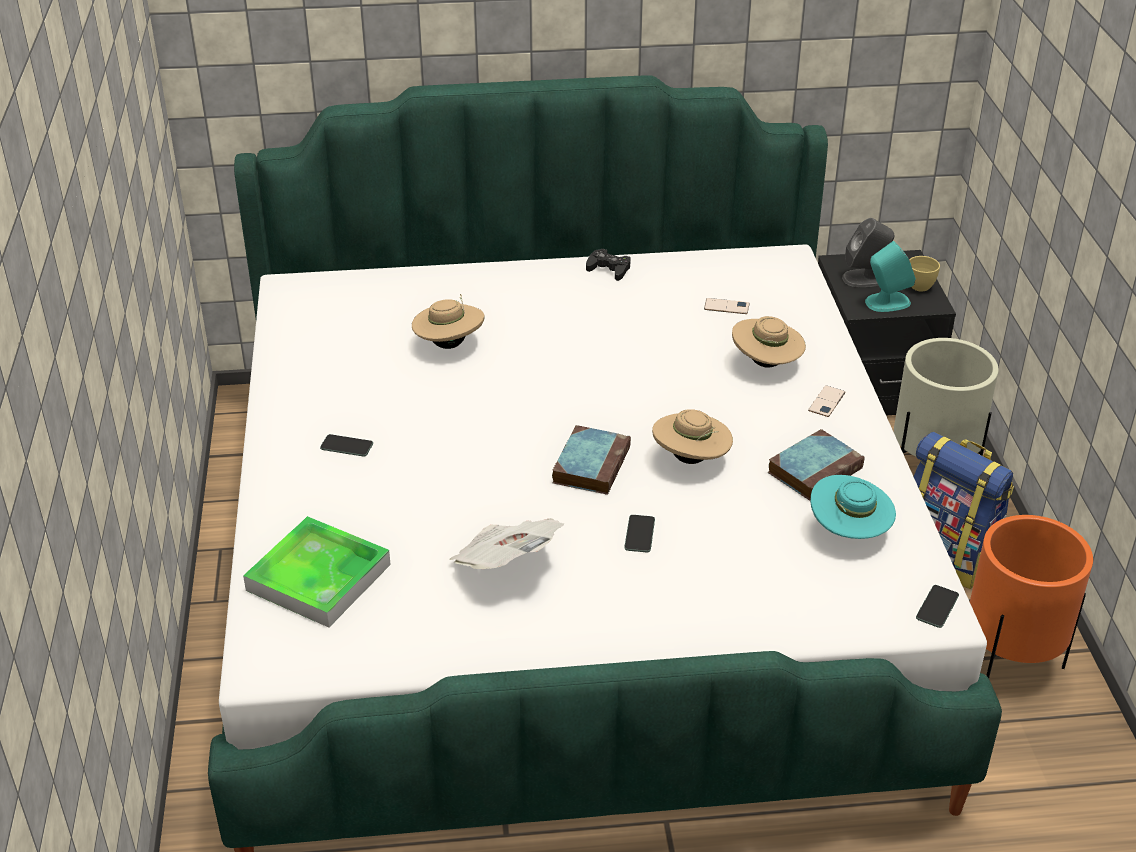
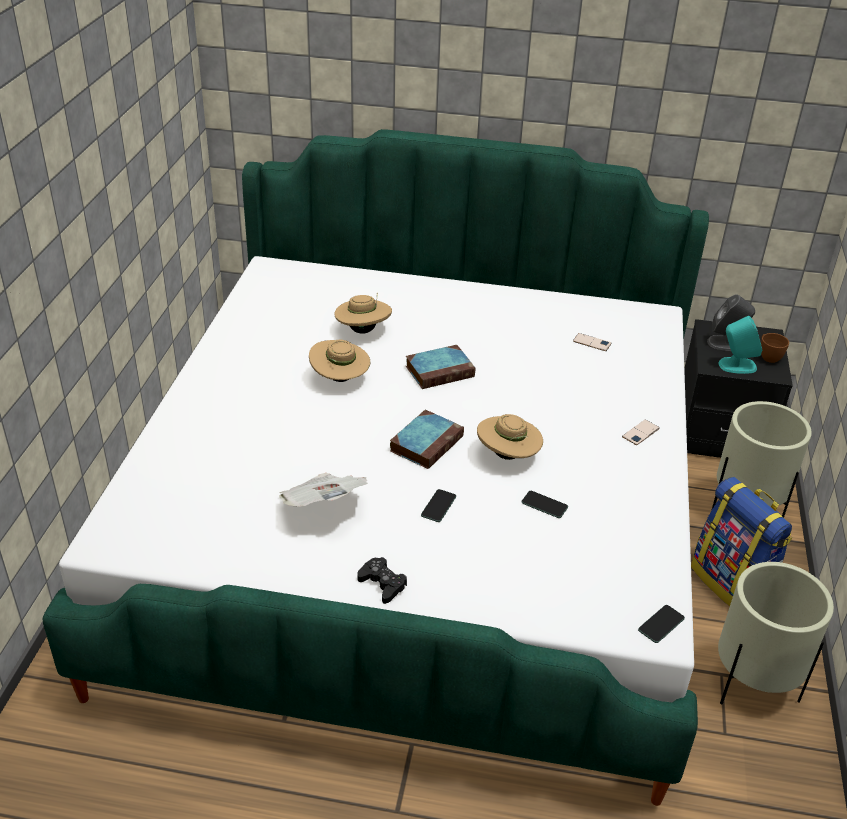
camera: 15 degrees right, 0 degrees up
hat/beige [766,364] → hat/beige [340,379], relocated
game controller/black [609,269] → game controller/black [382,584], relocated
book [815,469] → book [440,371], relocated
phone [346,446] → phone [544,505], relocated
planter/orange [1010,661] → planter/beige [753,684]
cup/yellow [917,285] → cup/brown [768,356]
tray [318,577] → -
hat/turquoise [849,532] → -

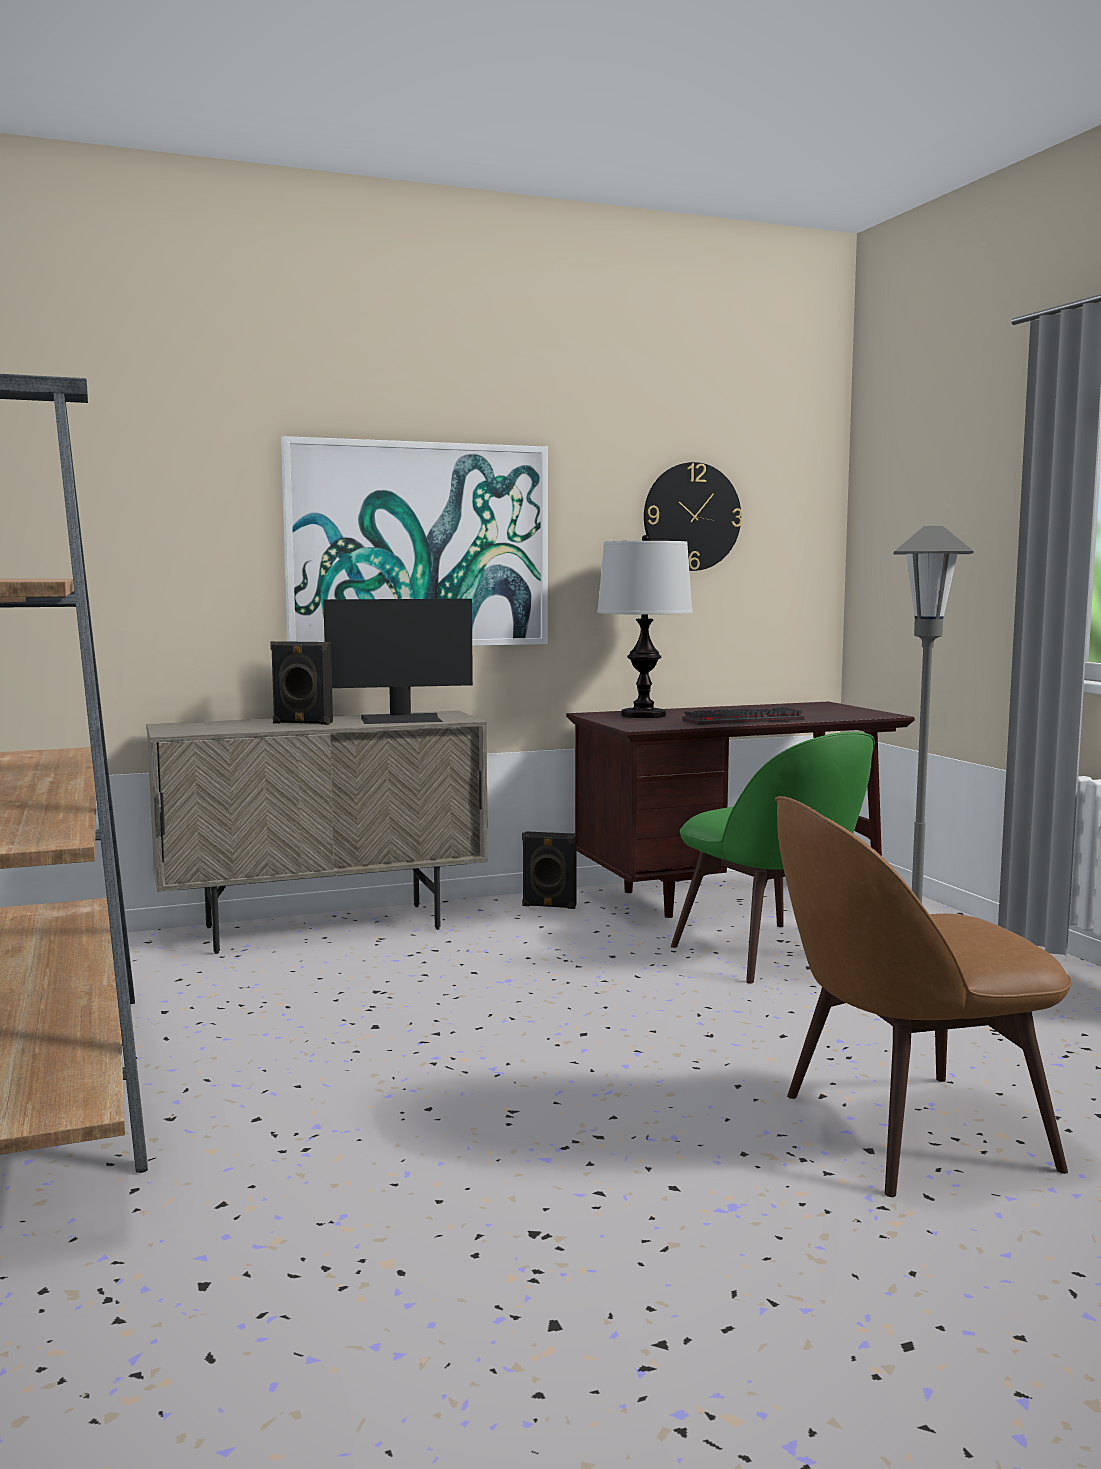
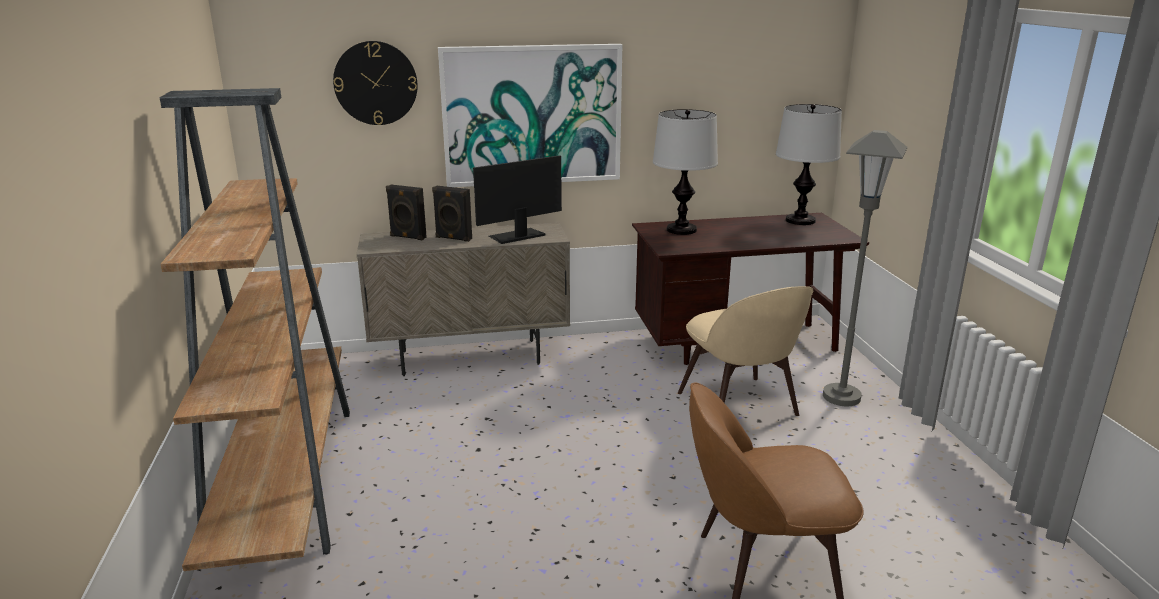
camera: 10 degrees right, 15 degrees up
wall clock [691,516] → wall clock [375,83], relocated
speaker/black [549,906] → speaker/black [407,237], relocated
monitor [402,719] → monitor [517,236], 150 degrees clockwise
chair/green [772,954] → chair/beige [739,406]
- → table lamp [800,220]
keyboard [744,720] → -

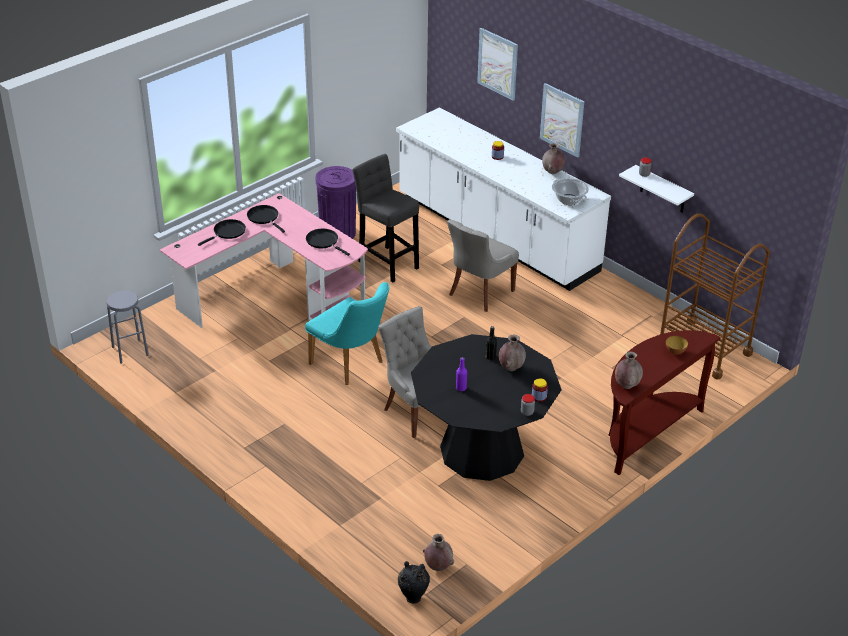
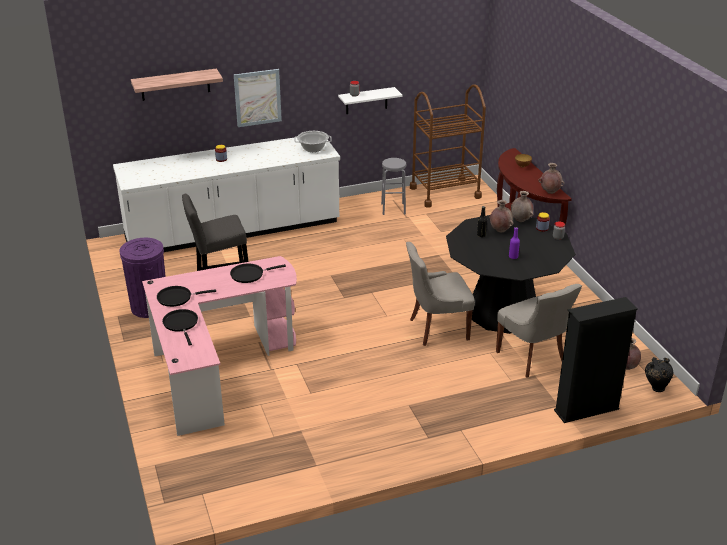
camera: 65 degrees left, 5 degrees down
picture [498,63] → shelf [175,84]
stool/grey [130,351] → stool/grey [393,209], relocated
chair/grey [479,293] → chair/grey [532,358], relocated
vase/brown [552,172] → vase/brown [521,220], relocated
- → bookcase/black [586,410]
chair/turquoise [351,365] → -

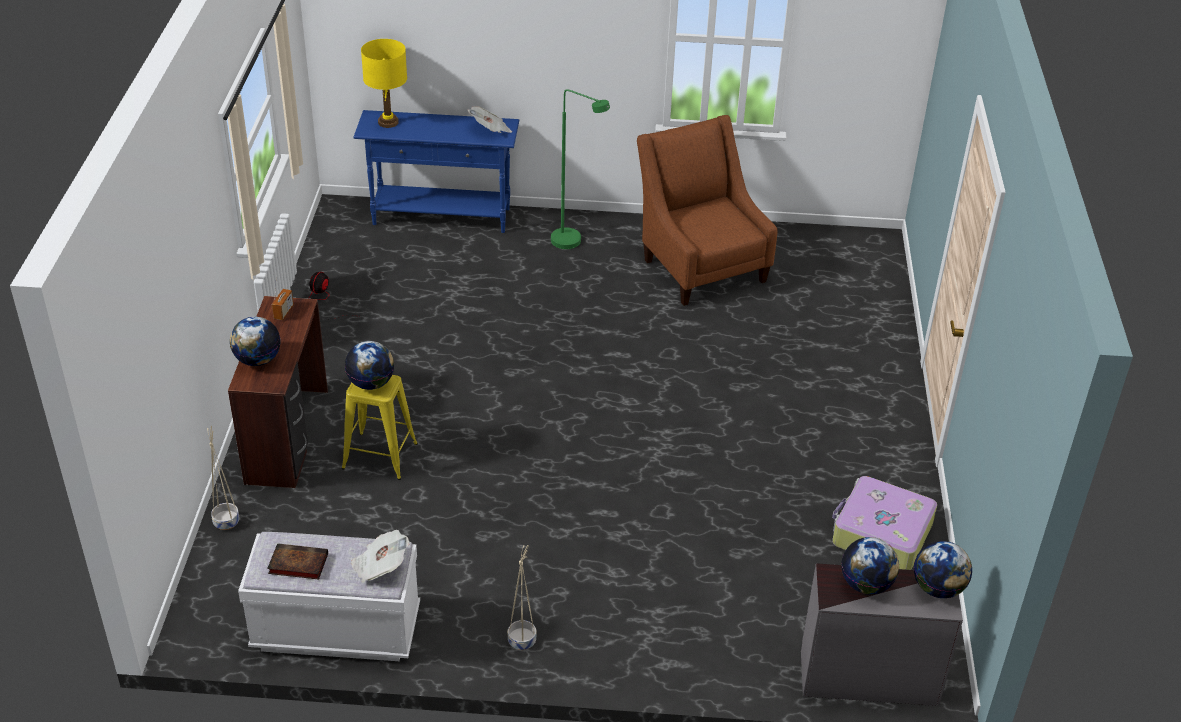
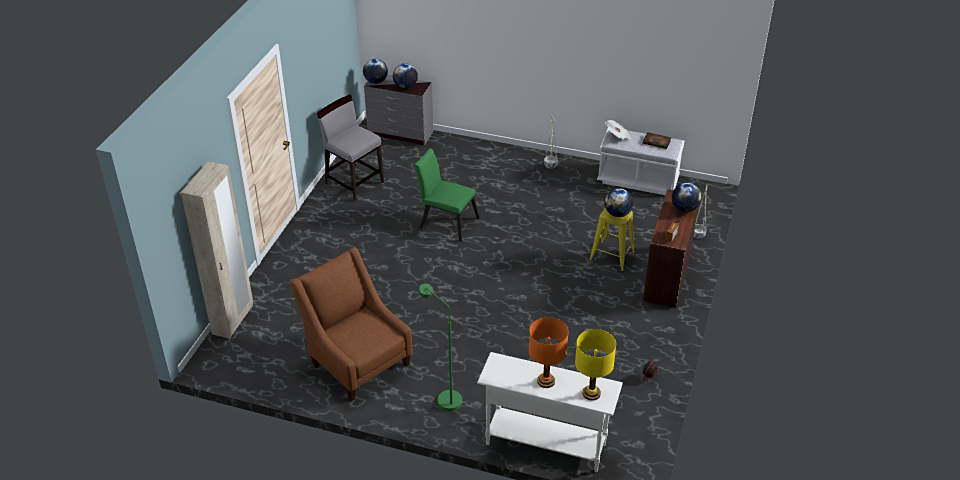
camera: 165 degrees left, 0 degrees up
- → wardrobe/beige [233,320]
armchair/brown [700,265] → armchair/brown [357,361], 150 degrees clockwise
suitcase [880,534] → chair/grey [354,182]
- → chair/green [446,221]
console table/blue [442,217] → console table/white [545,444]
- → table lamp/orange [546,381]
newspaper [490,130] → -

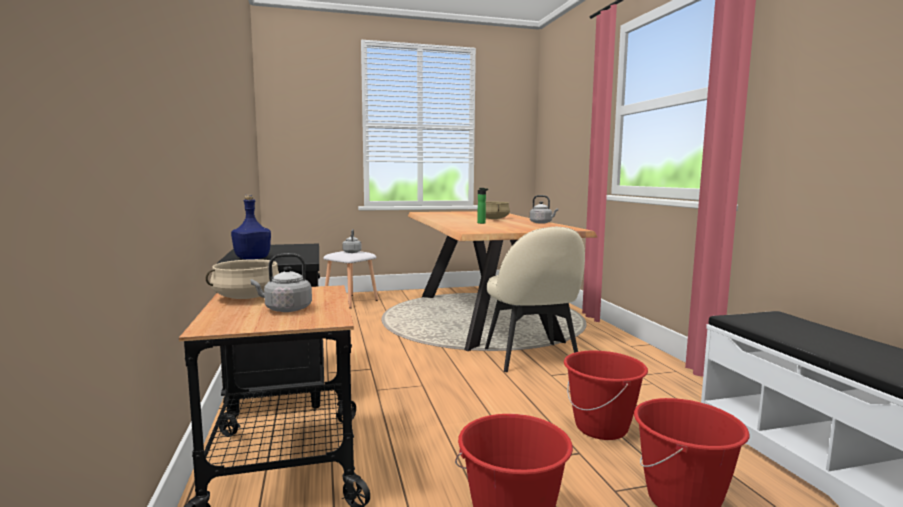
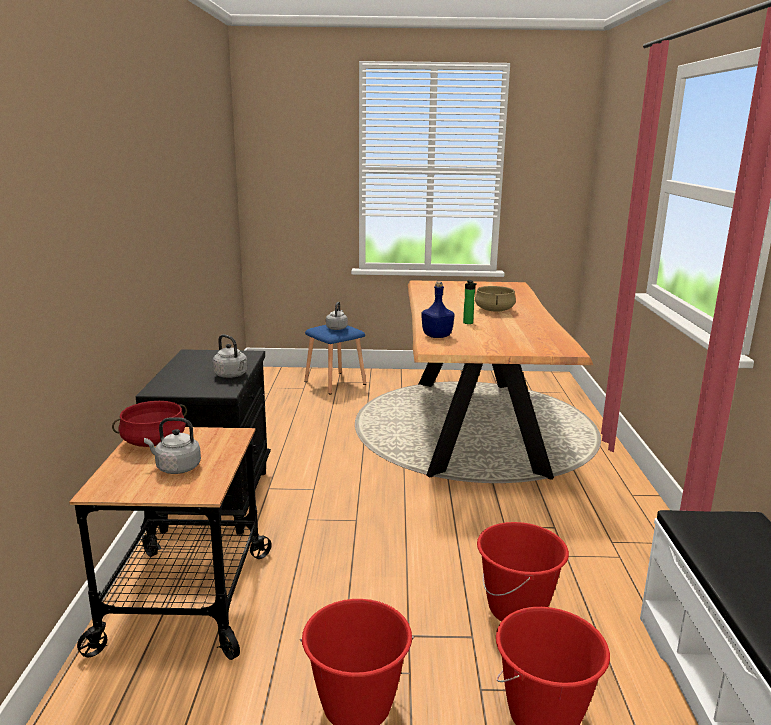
camera: 15 degrees right, 10 degrees up
cooking pot/beige [247,297] → cooking pot/red [154,441]
kettle/grey [542,223] → kettle/grey [232,375], relocated
stool/white [351,301] → stool/blue [335,382]
bottle/blue [252,258] → bottle/blue [436,336], relocated
chair/beige [531,358] → -

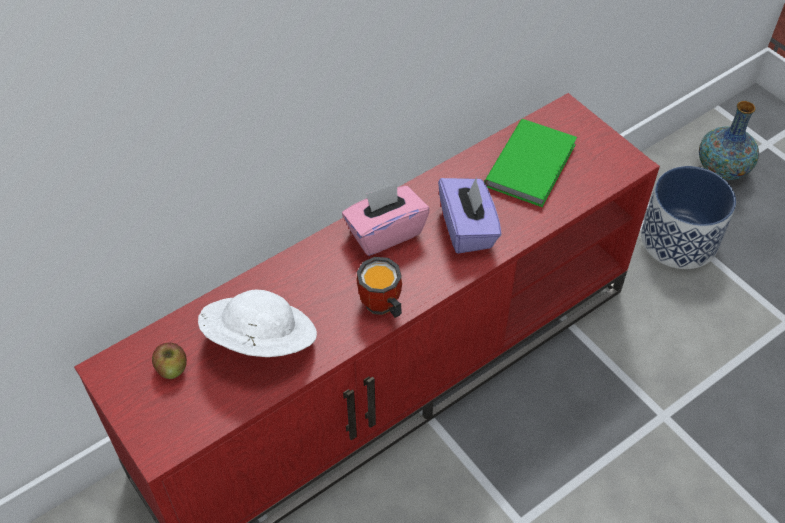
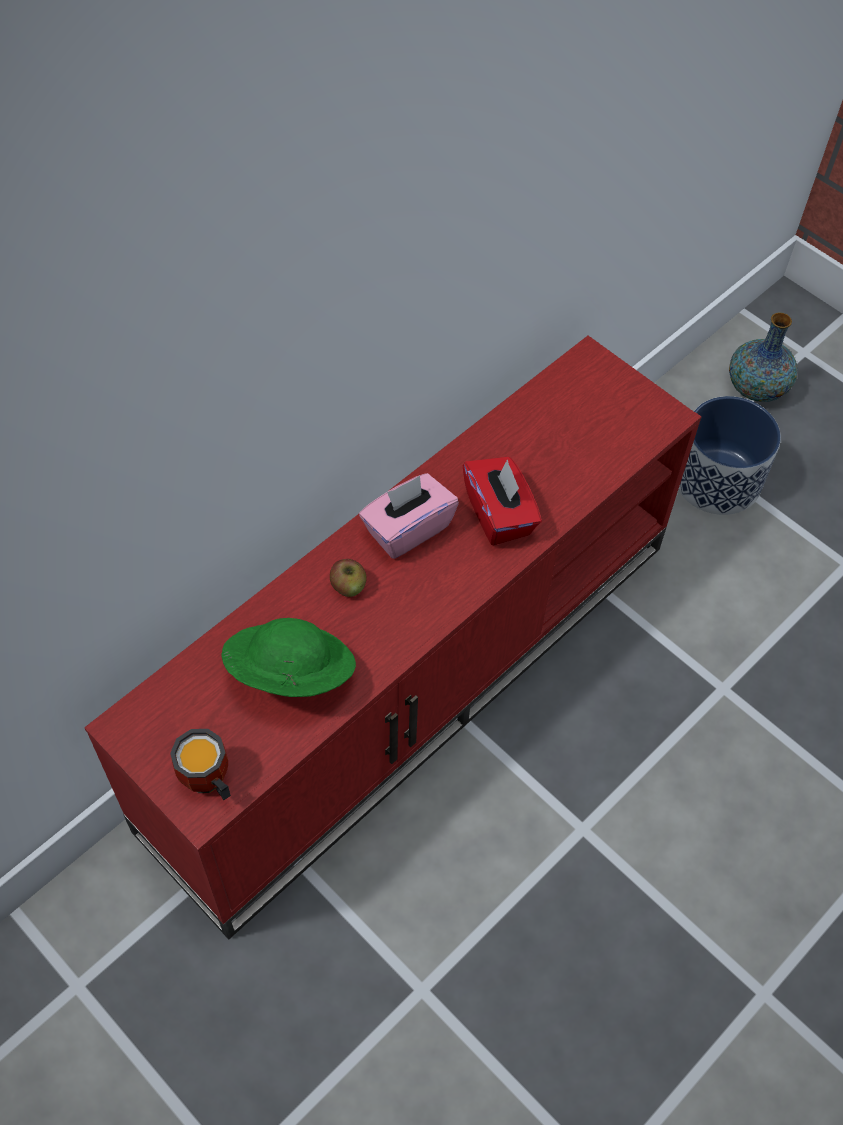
camera: 10 degrees left, 5 degrees up
mug [380,308] → mug [207,784], relocated
hat/white [259,341] → hat/green [289,673]
apple [172,368] → apple [348,586], relocated
tissue box/purple [467,229] → tissue box/red [499,515]
book/green [533,165] → -

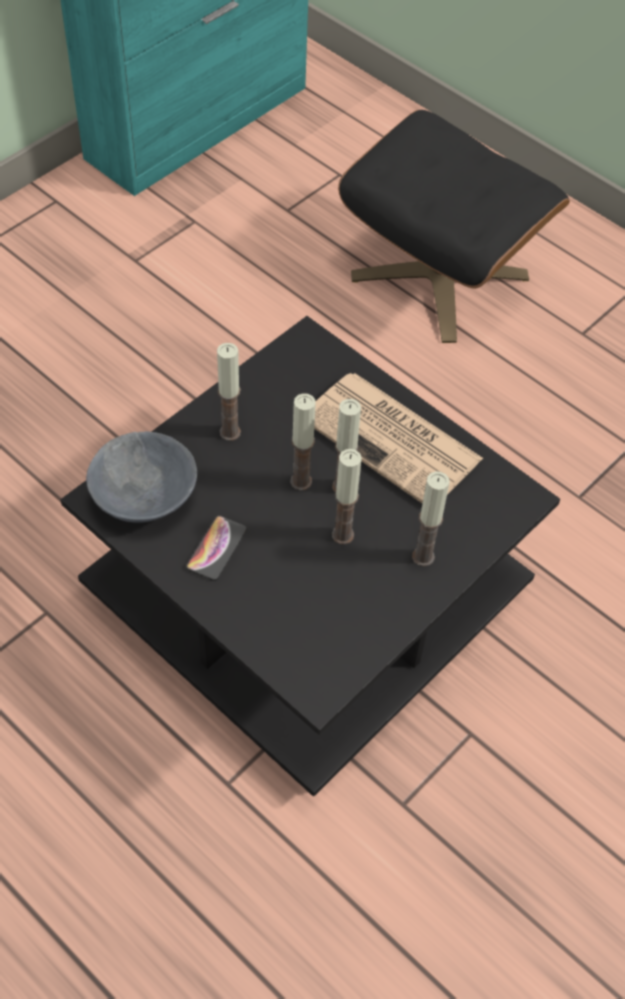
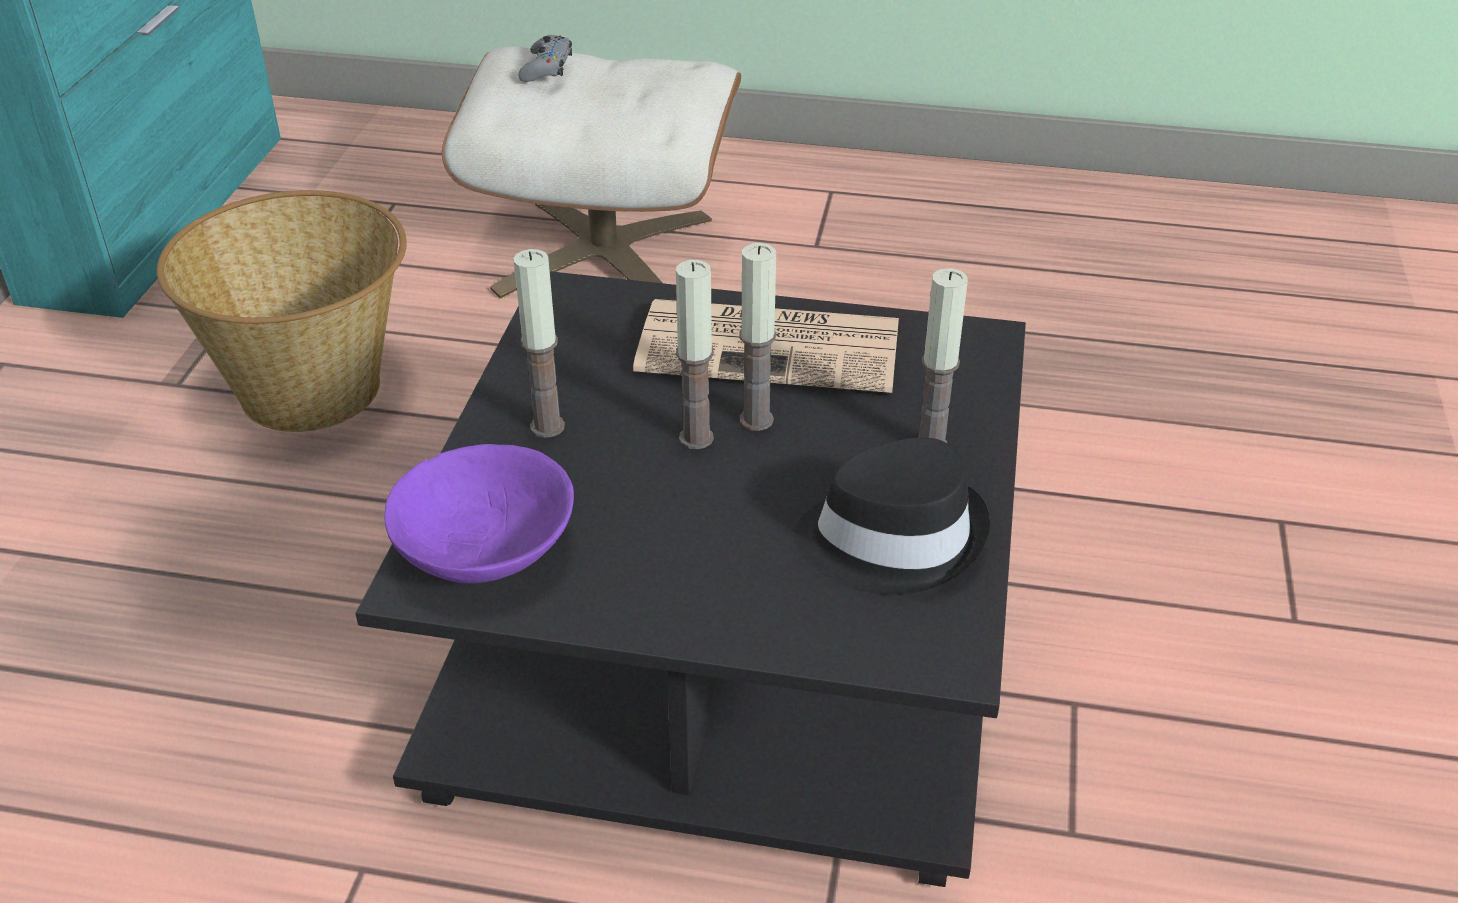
camera: 30 degrees left, 15 degrees down
- → basket [313,388]
bowl/grey [144,495] → bowl/purple [486,550]
ottoman/black [440,276] → ottoman/beige [605,254]
- → game controller/grey [546,68]
- → hat/black [892,538]
phone [216,548] → -
candle [342,535] → -

